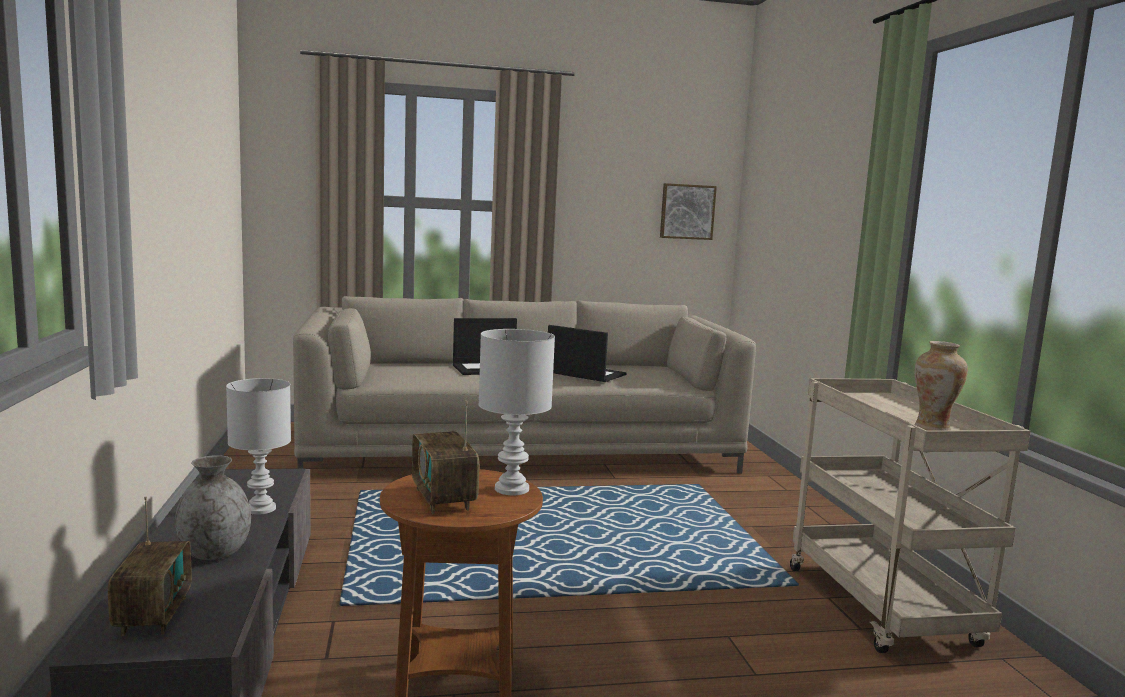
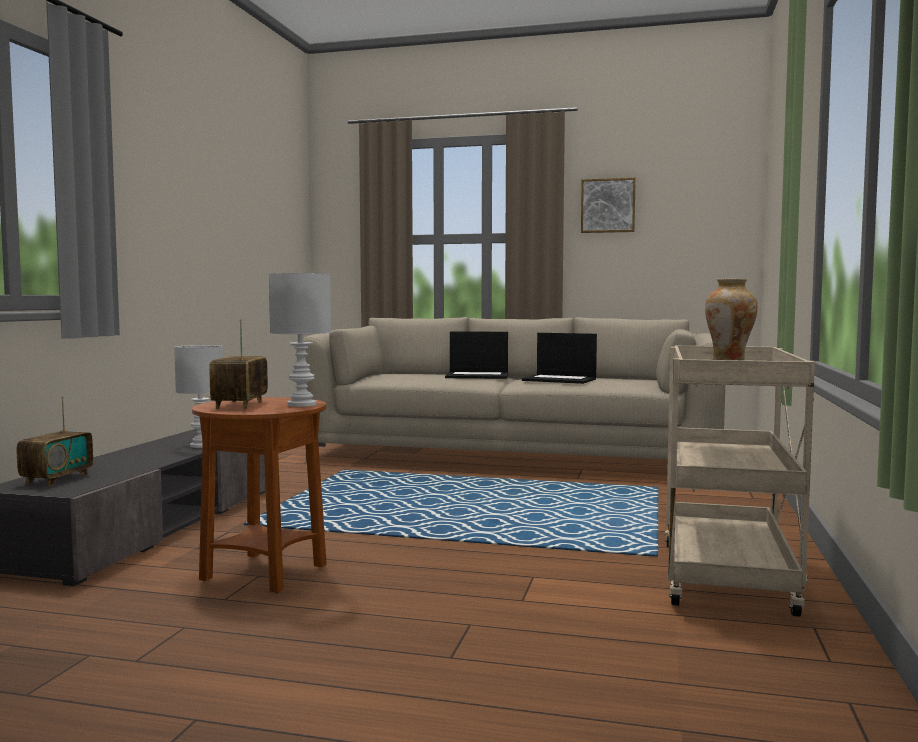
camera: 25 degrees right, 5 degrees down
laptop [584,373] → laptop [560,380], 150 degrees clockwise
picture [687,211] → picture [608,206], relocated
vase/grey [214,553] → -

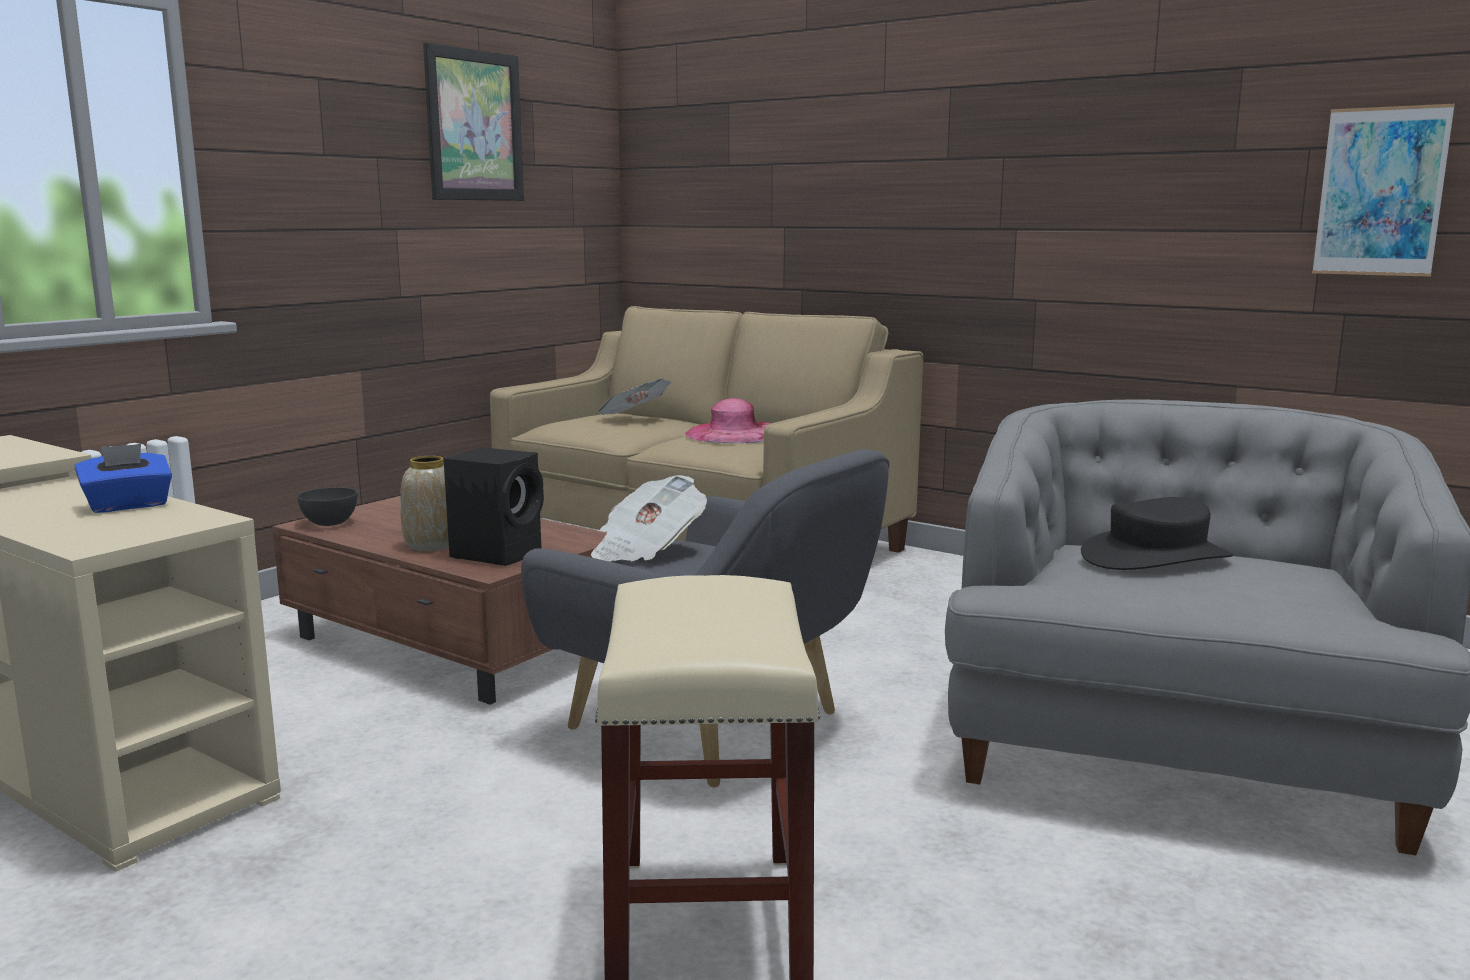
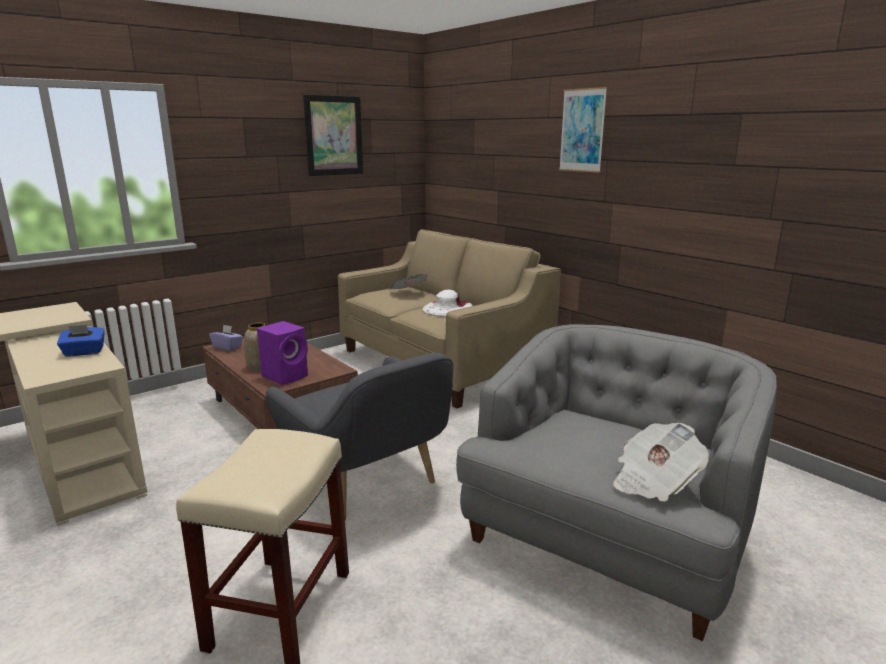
camera: 15 degrees right, 5 degrees up
bowl/grey [329,523] → tissue box/purple [227,347]
speaker/black [499,553] → speaker/purple [286,376]
hat/pink [734,433] → hat/white [448,308]
picture [1380,192] → picture [582,130], relocated
newspaper [646,550] → newspaper [654,481], relocated
hat/black [1156,557] → -

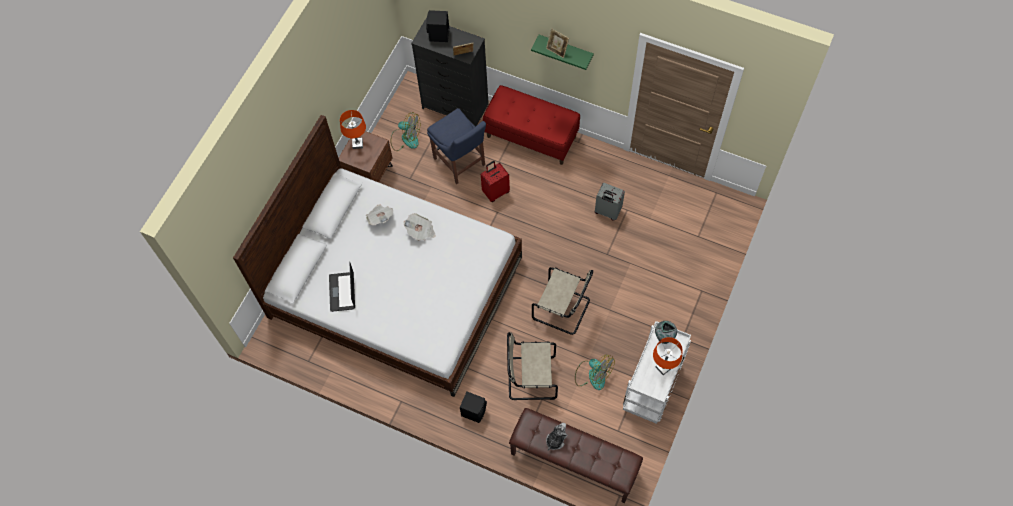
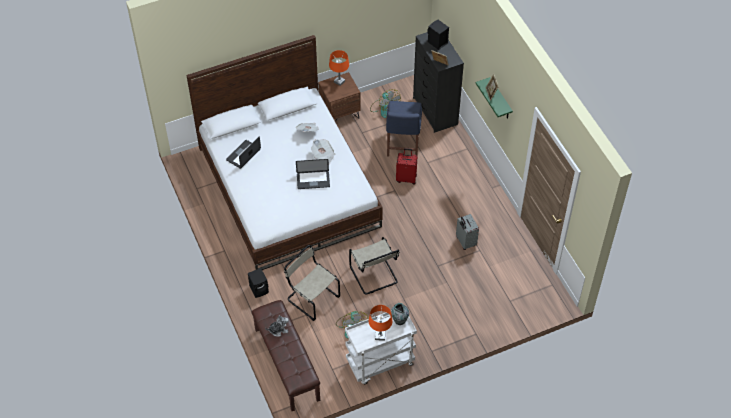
camera: 40 degrees right, 10 degrees down
- → laptop [313,180]
bench/red [531,136] → -

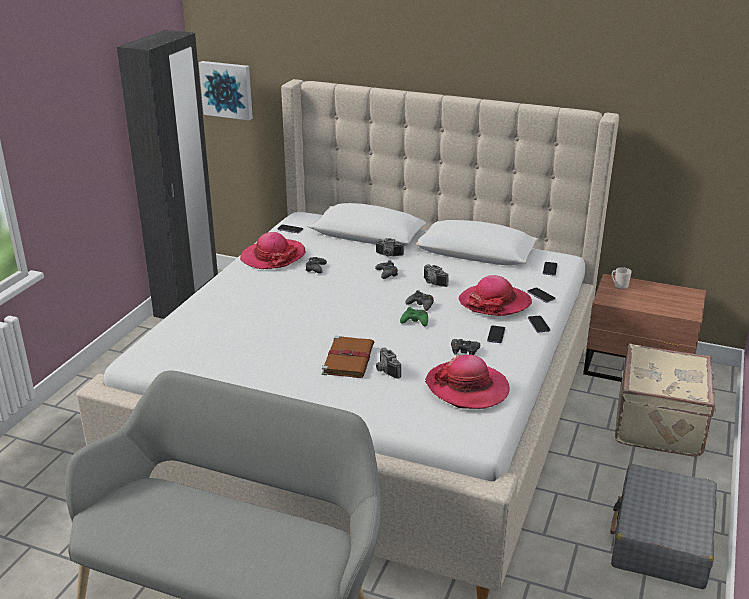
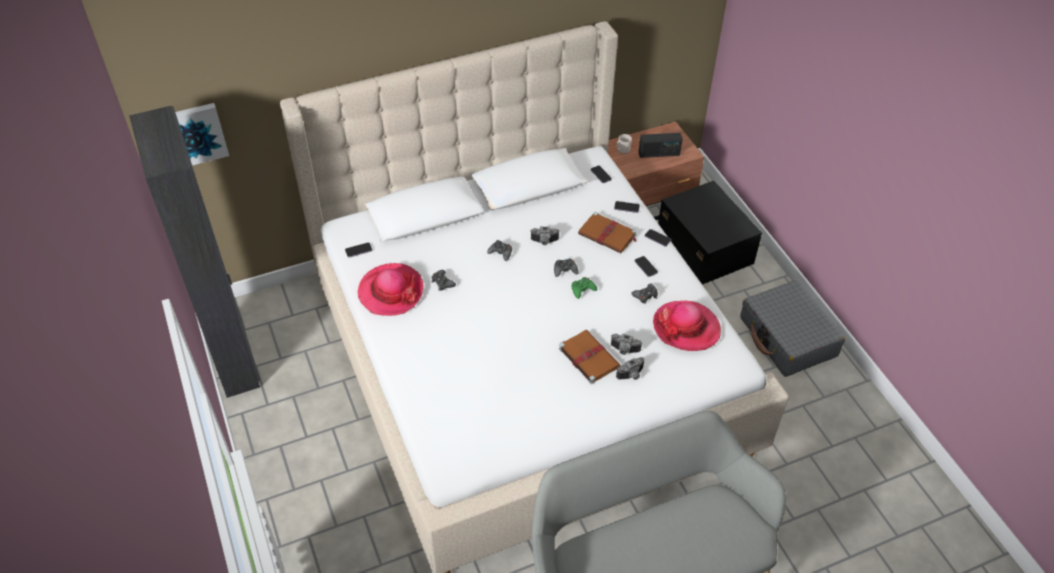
camera: 45 degrees left, 20 degrees up
hat [495,303] → book/brown [608,235]
photo camera [388,255] → photo camera [632,375], relocated
- → radio [659,154]
suitcase/beige [661,425] → storage box/black [704,246]

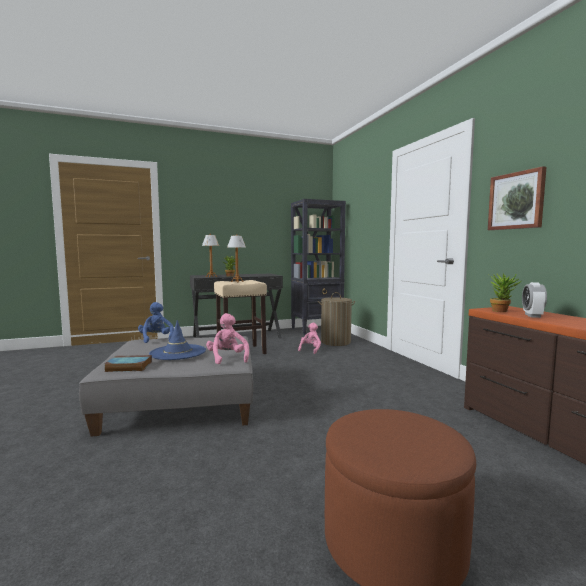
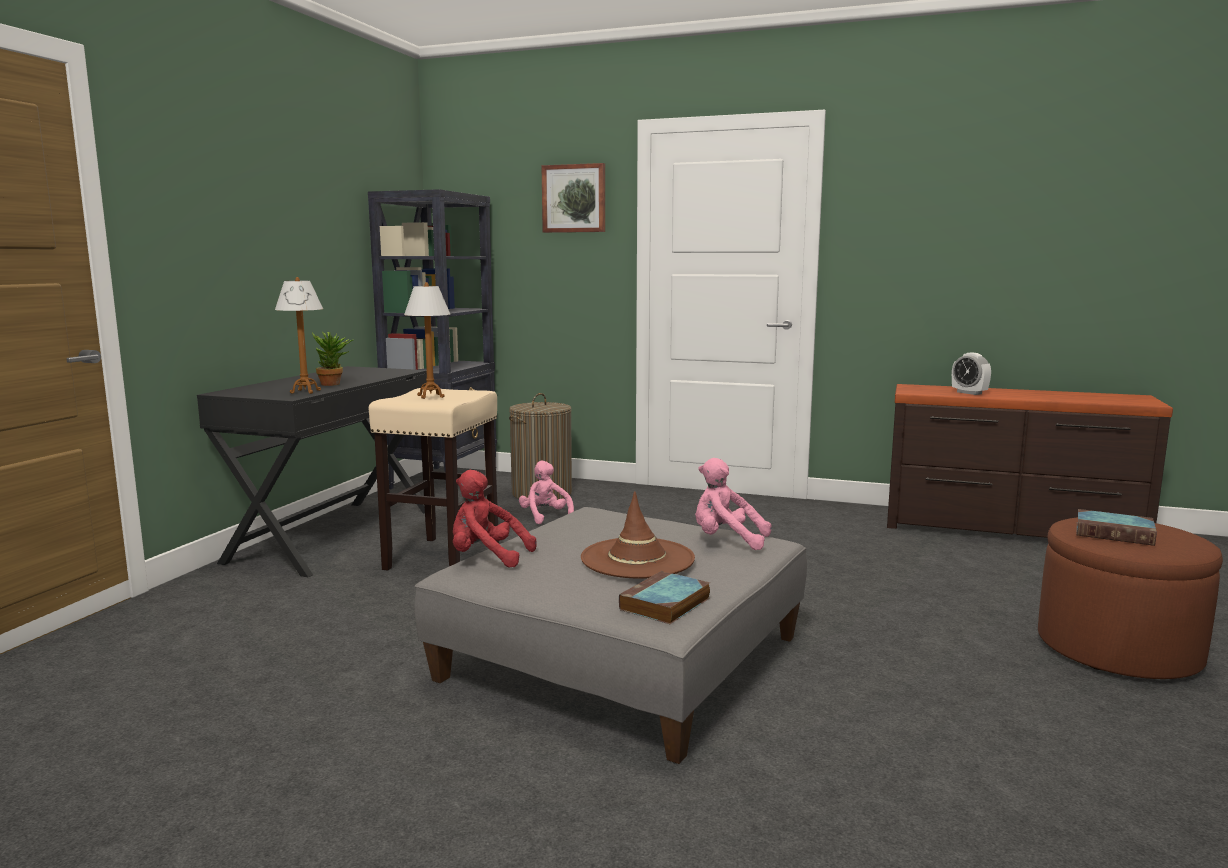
camera: 50 degrees left, 5 degrees up
plush toy/blue [156,339] → plush toy/red [487,557]
picture [516,201] → picture [574,198], relocated
hat/blue [178,352] → hat/brown [637,559]
- → book [1116,533]
potted plant [502,311] → -

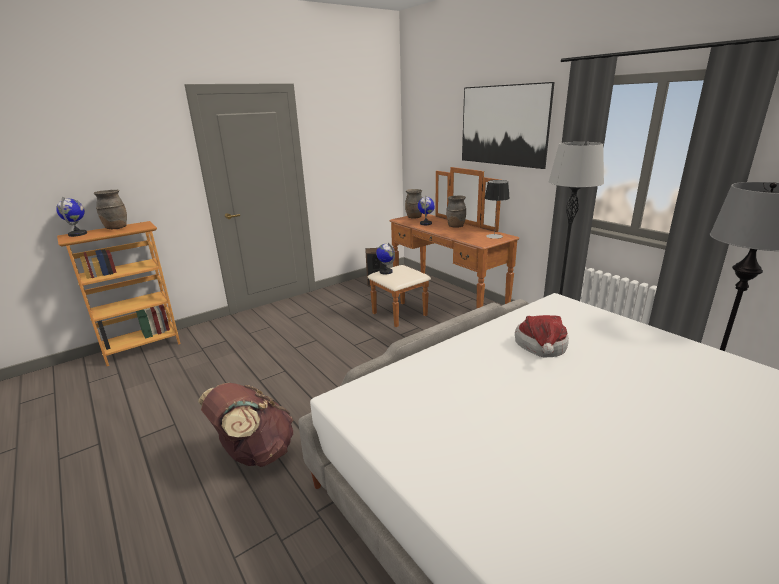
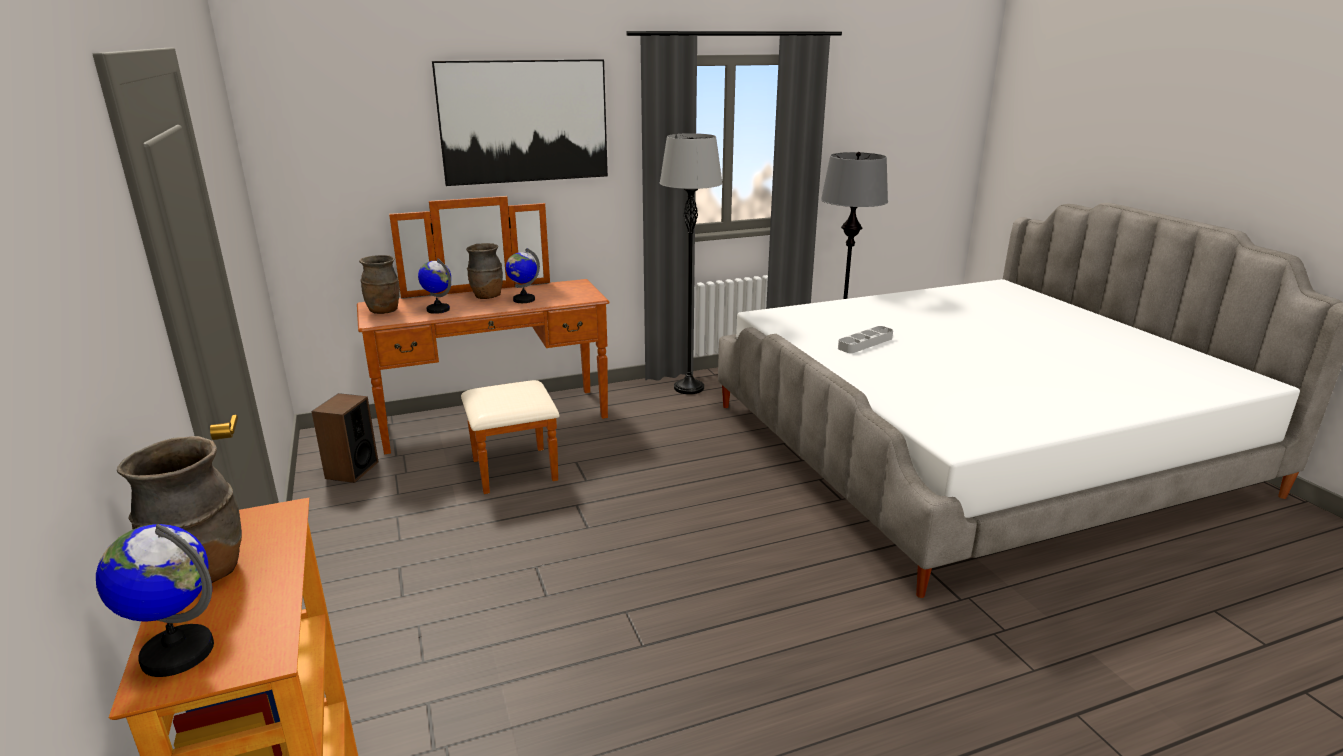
camera: 75 degrees left, 0 degrees up
globe [386,272] → globe [523,300], relocated
hat [541,348] → tray/grey [865,343]
backpack/brown [255,453] → -
table lamp [494,236] → -

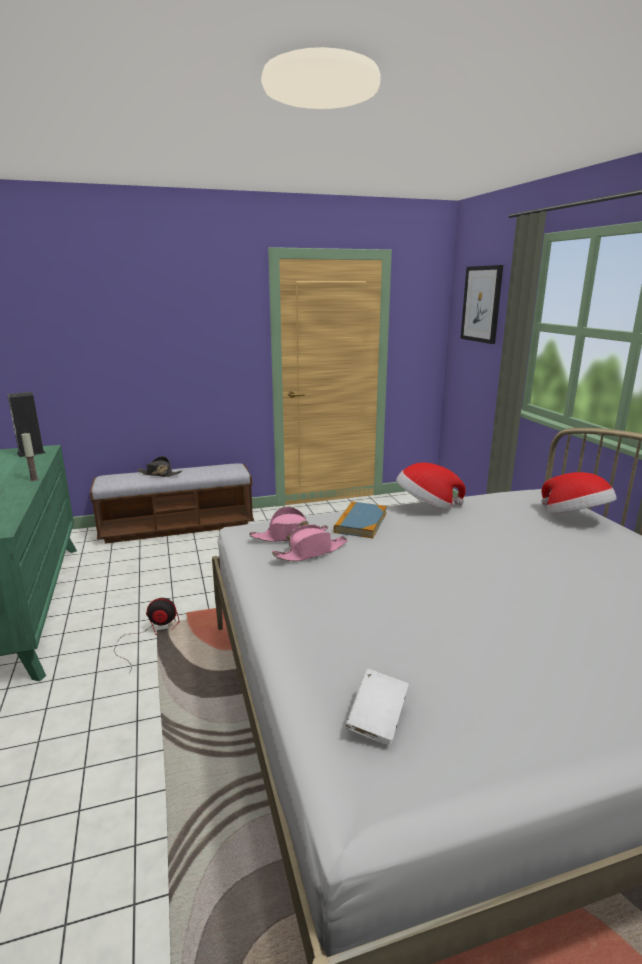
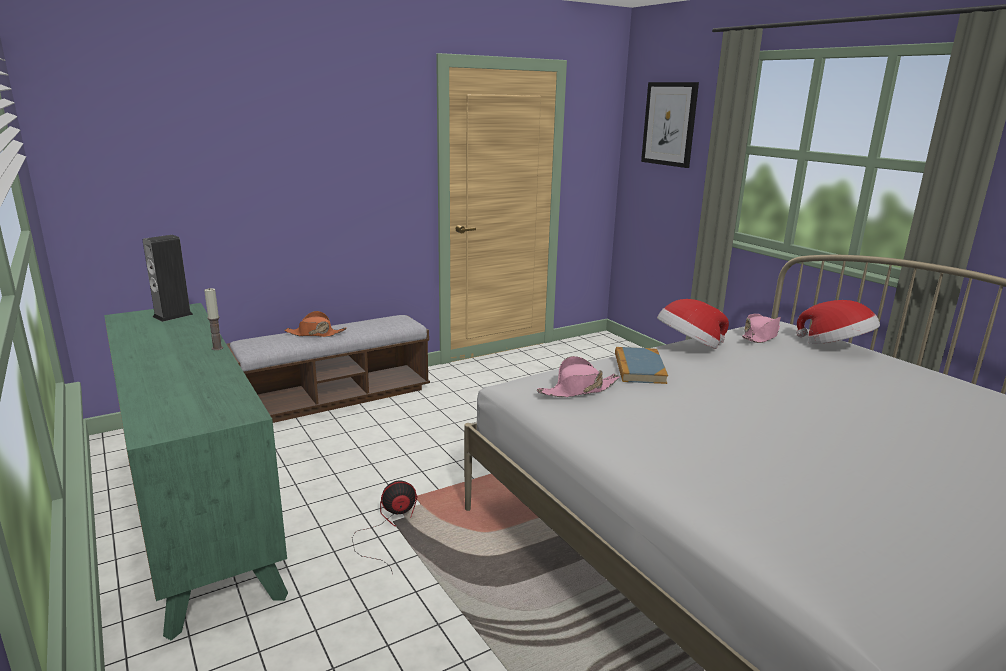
camera: 15 degrees left, 0 degrees up
hat/black [159,474] → hat/orange [315,334]
hat/pink [311,552] → hat/pink [760,336], relocated
book/white [377,719] → -

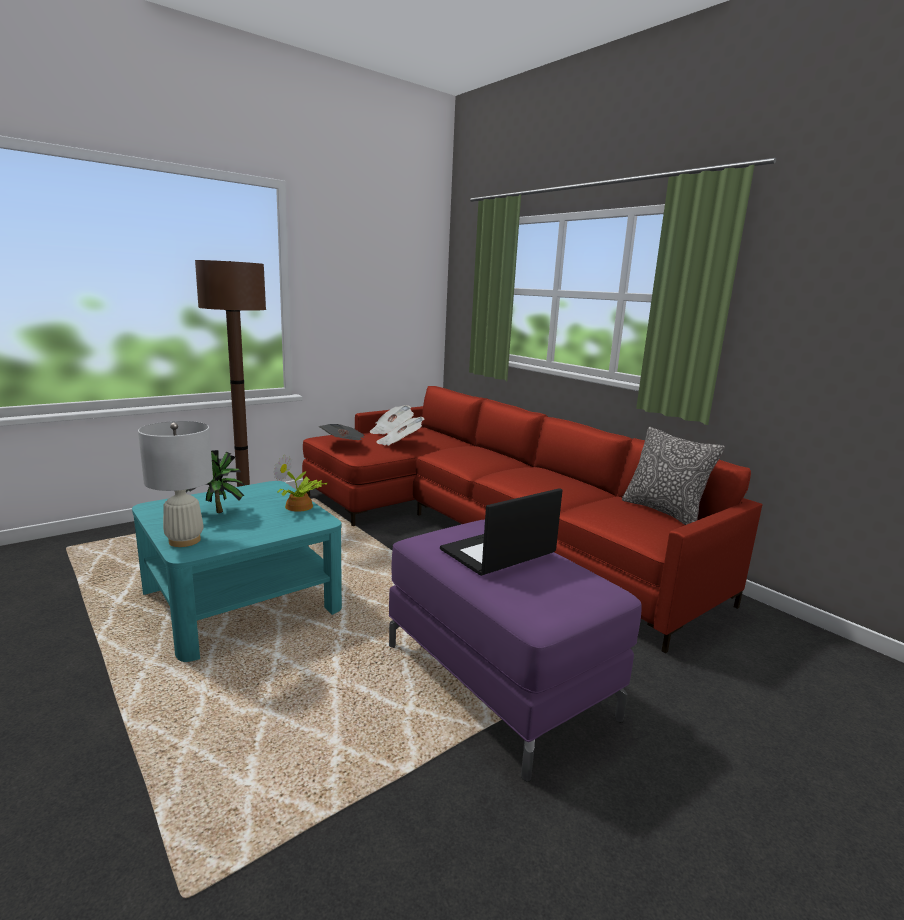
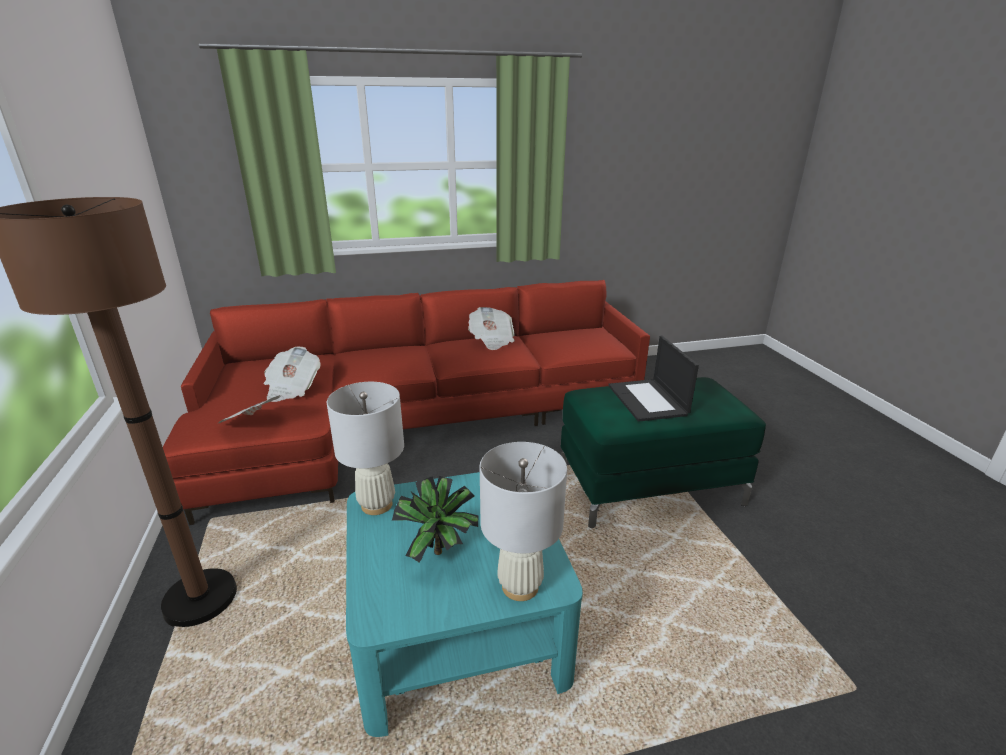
camera: 65 degrees left, 10 degrees up
- → table lamp/white [376,505]
newspaper [391,431] → newspaper [491,340], relocated
ottoman/purple [499,681] → ottoman/green [650,486]
potted plant [299,507] → -
pillow [663,511] → -

